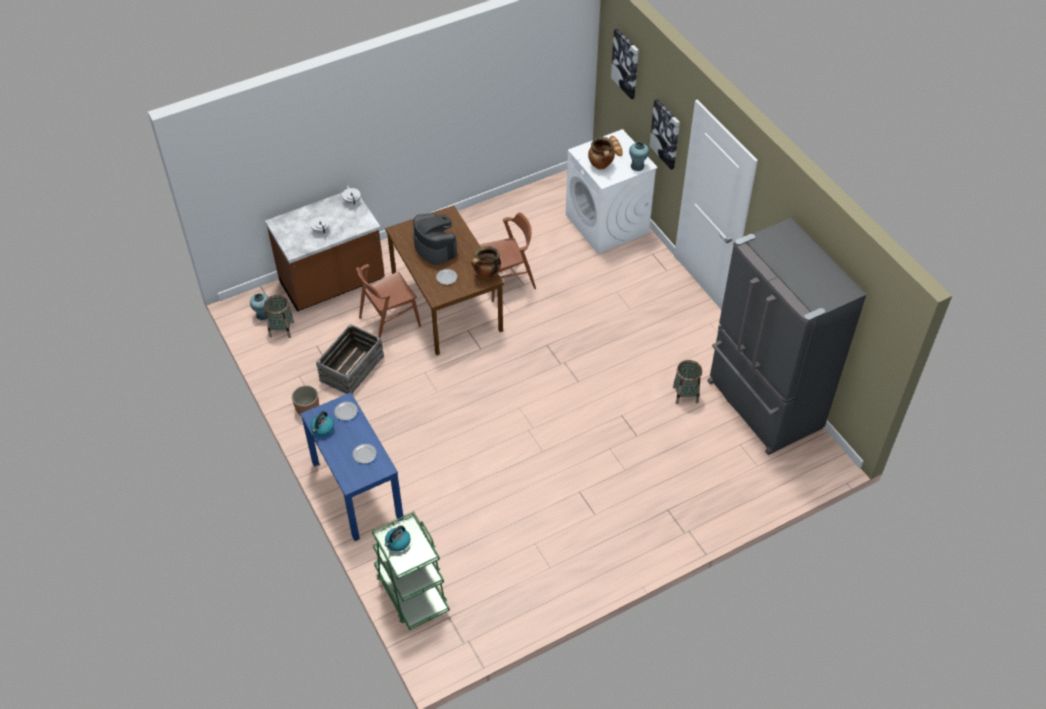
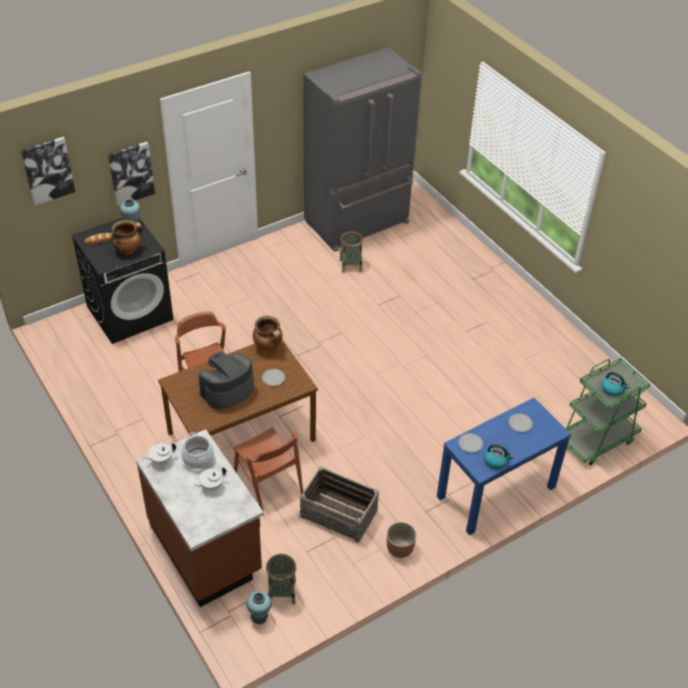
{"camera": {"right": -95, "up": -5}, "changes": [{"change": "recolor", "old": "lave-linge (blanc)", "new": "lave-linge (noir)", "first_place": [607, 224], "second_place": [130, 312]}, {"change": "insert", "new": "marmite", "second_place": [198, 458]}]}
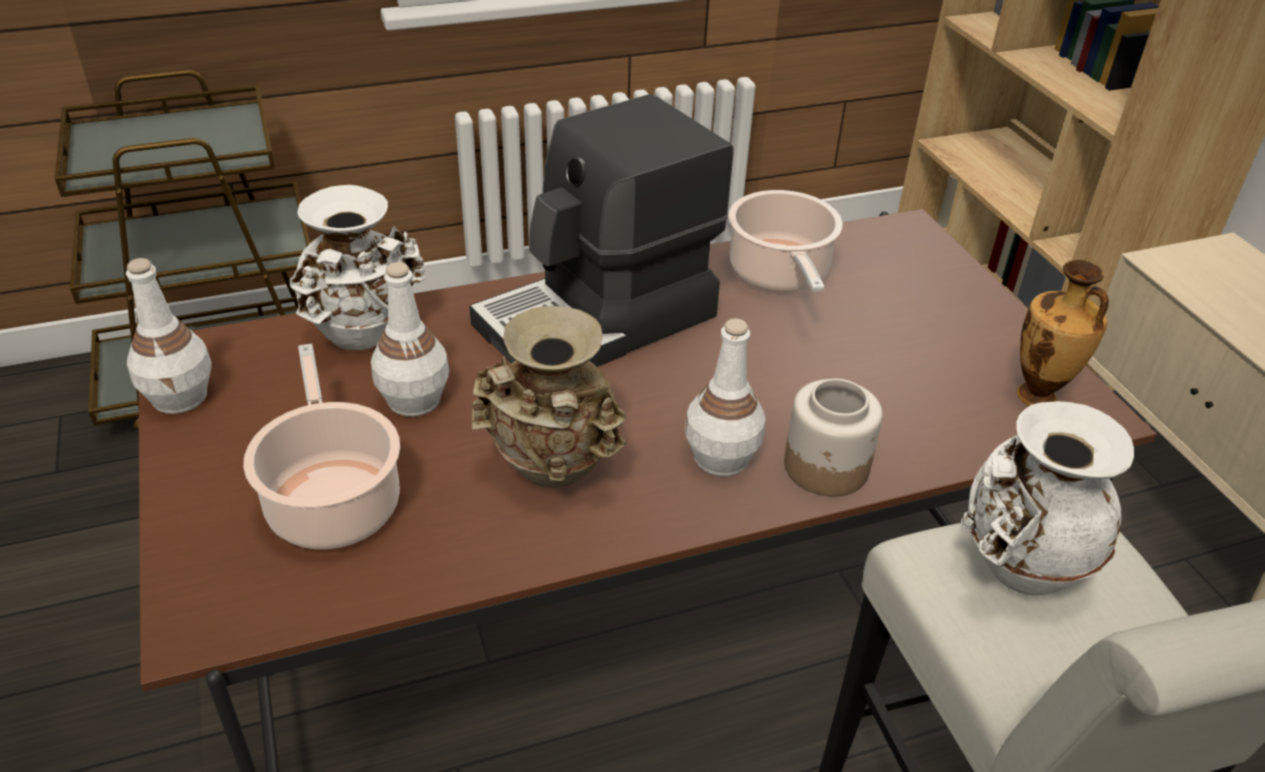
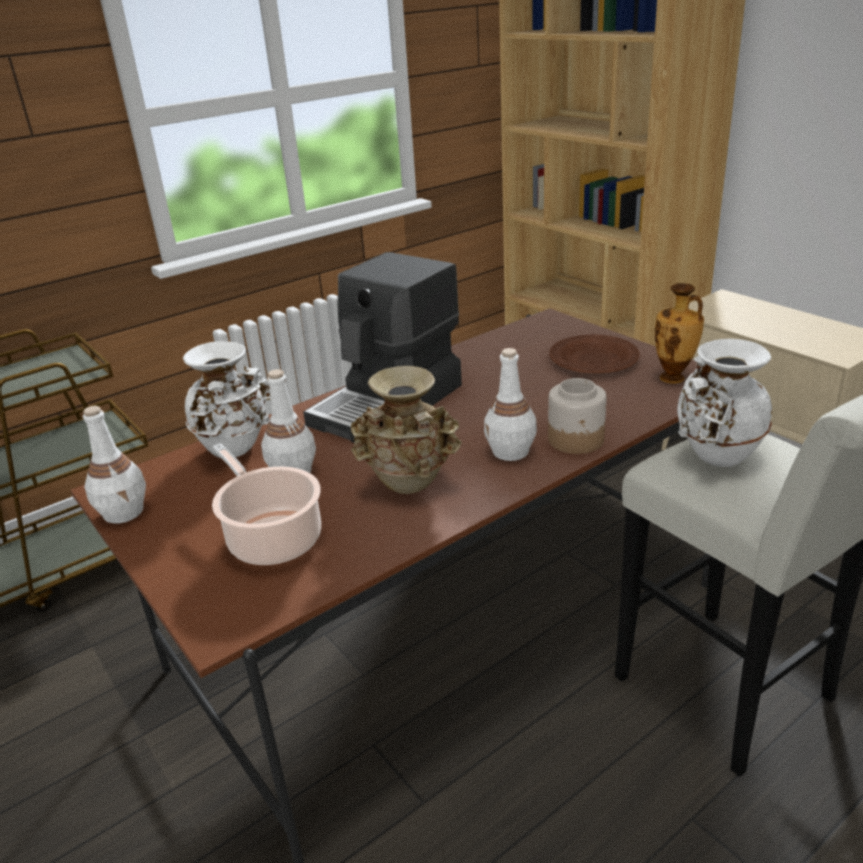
{"camera": {"right": -15, "up": -10}, "changes": [{"change": "delete", "old": "marmite", "first_place": [780, 274]}, {"change": "insert", "new": "assiette (marron)", "second_place": [594, 360]}]}
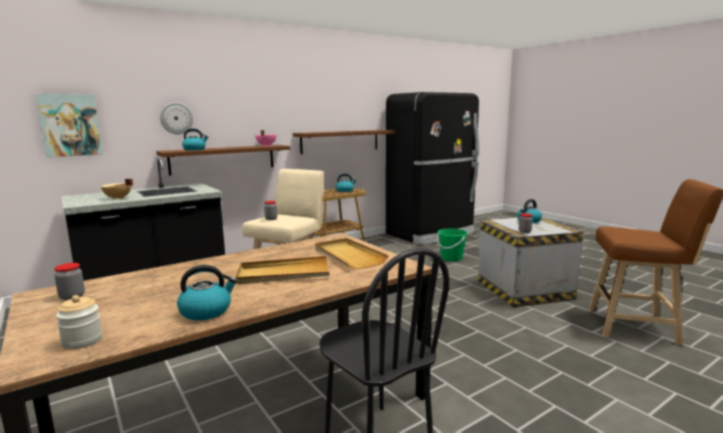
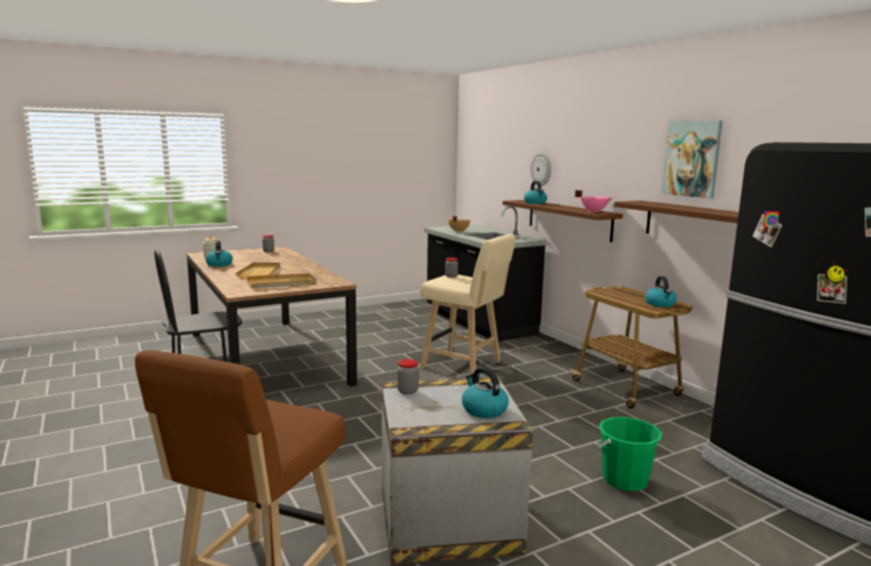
{"camera": {"right": 95, "up": 0}, "changes": [{"change": "move", "old": "tableau", "first_place": [70, 125], "second_place": [692, 159]}]}
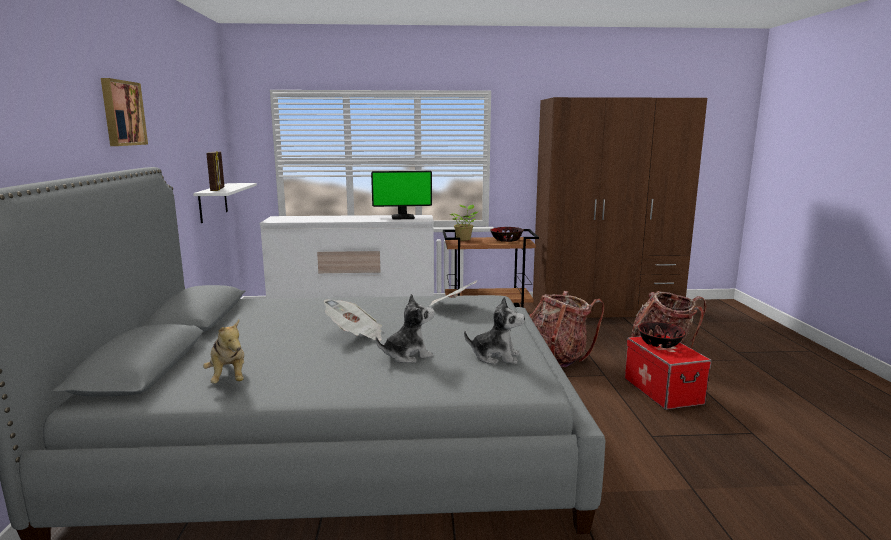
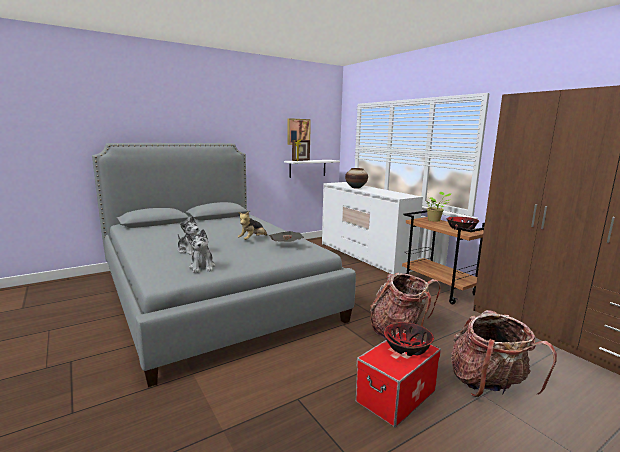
{"camera": {"right": 60, "up": 0}, "changes": [{"change": "move", "old": "tableau", "first_place": [121, 113], "second_place": [298, 131]}, {"change": "delete", "old": "écran d'ordinateur", "first_place": [403, 217]}, {"change": "delete", "old": "journal", "first_place": [355, 335]}, {"change": "move", "old": "peluche", "first_place": [229, 378], "second_place": [252, 240]}, {"change": "insert", "new": "vase", "second_place": [356, 187]}]}
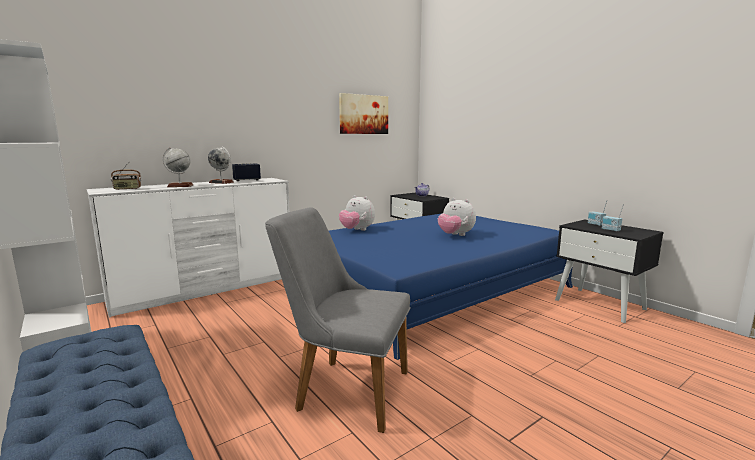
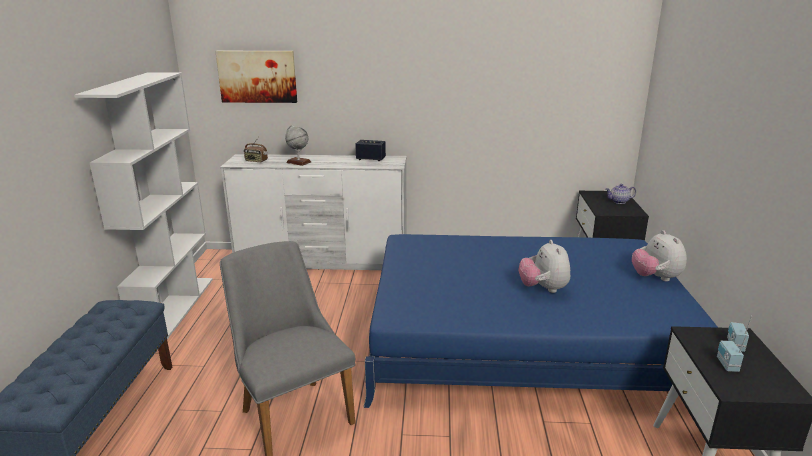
{"camera": {"right": 40, "up": 10}, "changes": [{"change": "move", "old": "tableau", "first_place": [363, 114], "second_place": [257, 76]}, {"change": "delete", "old": "globe", "first_place": [221, 182]}, {"change": "move", "old": "peluche", "first_place": [357, 230], "second_place": [655, 278]}]}
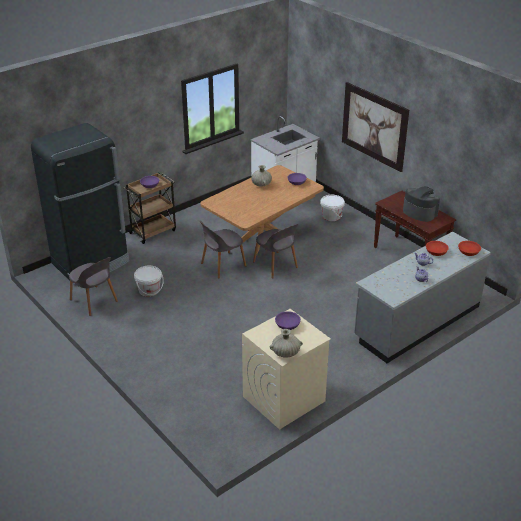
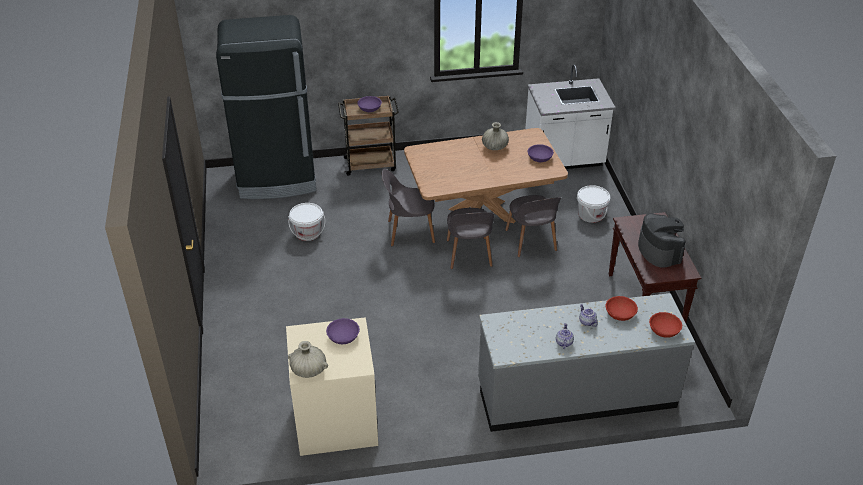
{"camera": {"right": 30, "up": 5}, "changes": [{"change": "delete", "old": "tableau", "first_place": [374, 126]}, {"change": "move", "old": "chaise (gris)", "first_place": [94, 301], "second_place": [531, 241]}]}
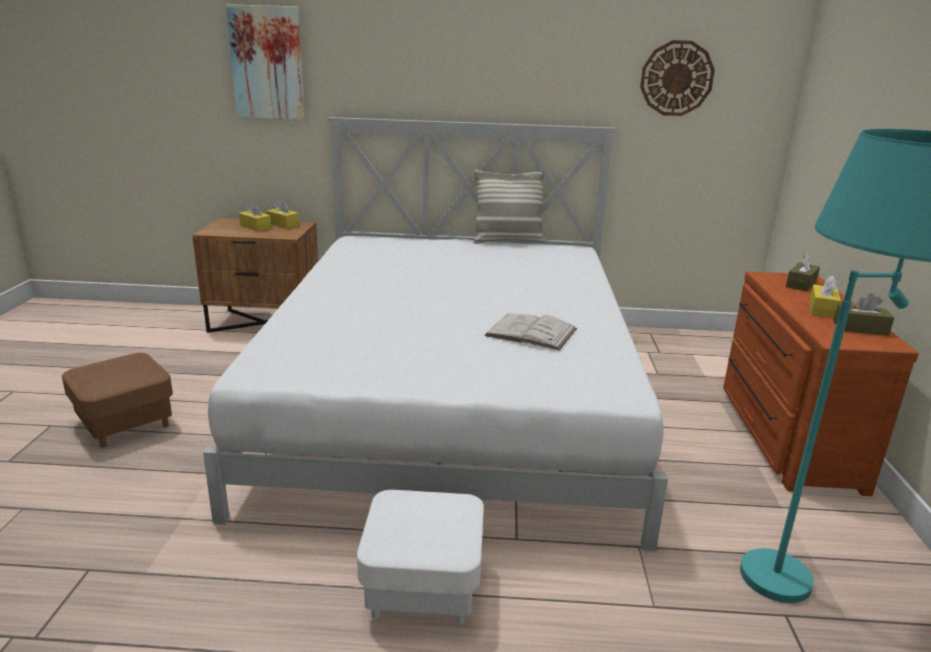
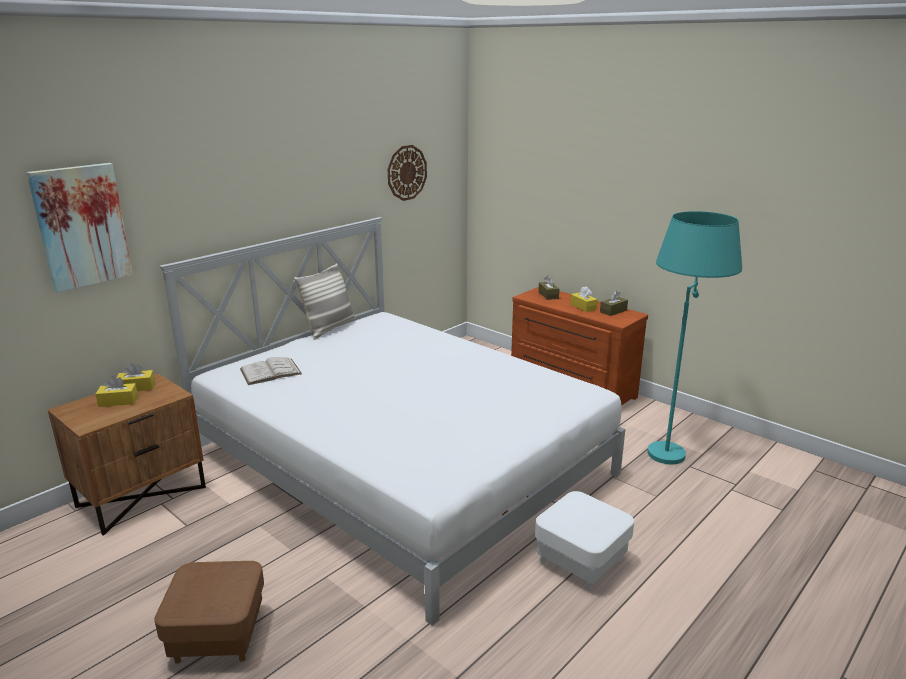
{"camera": {"right": -50, "up": 0}, "changes": [{"change": "move", "old": "livre (blanc)", "first_place": [531, 332], "second_place": [270, 371]}]}
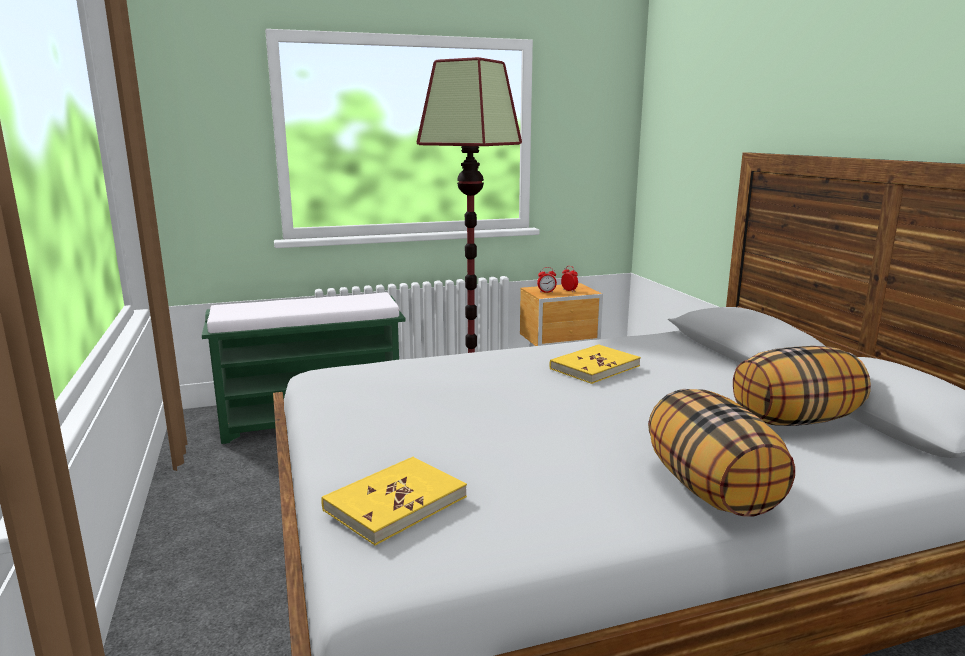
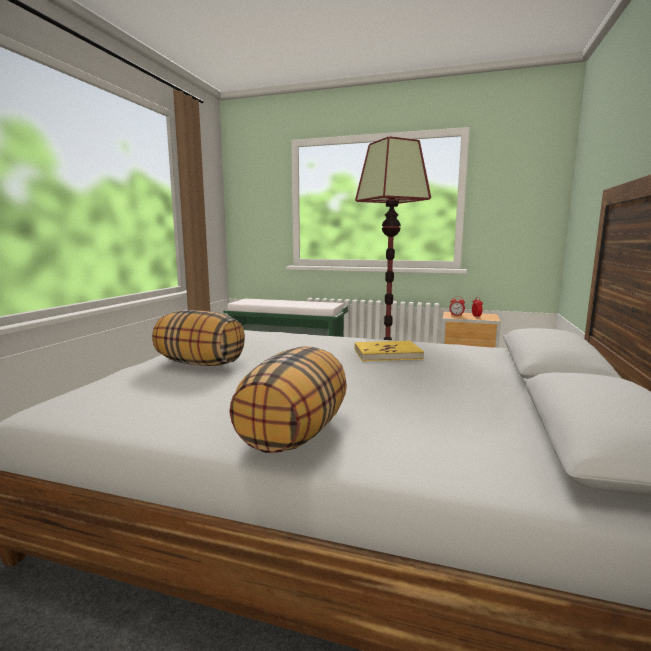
{"camera": {"right": 35, "up": -5}, "changes": [{"change": "move", "old": "coussin", "first_place": [794, 421], "second_place": [200, 364]}, {"change": "delete", "old": "livre (jaune)", "first_place": [395, 503]}]}
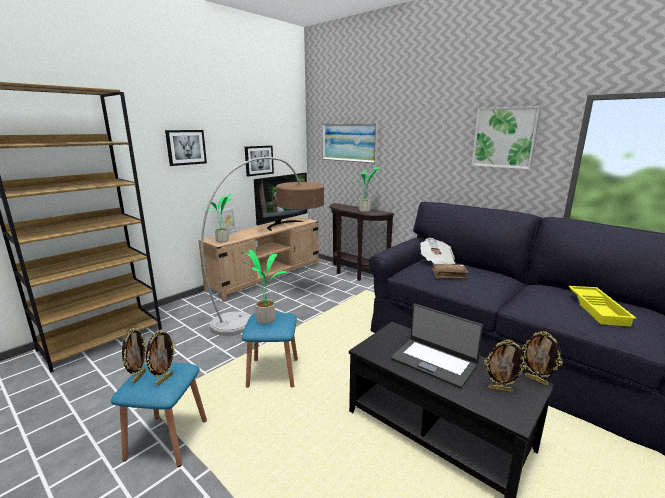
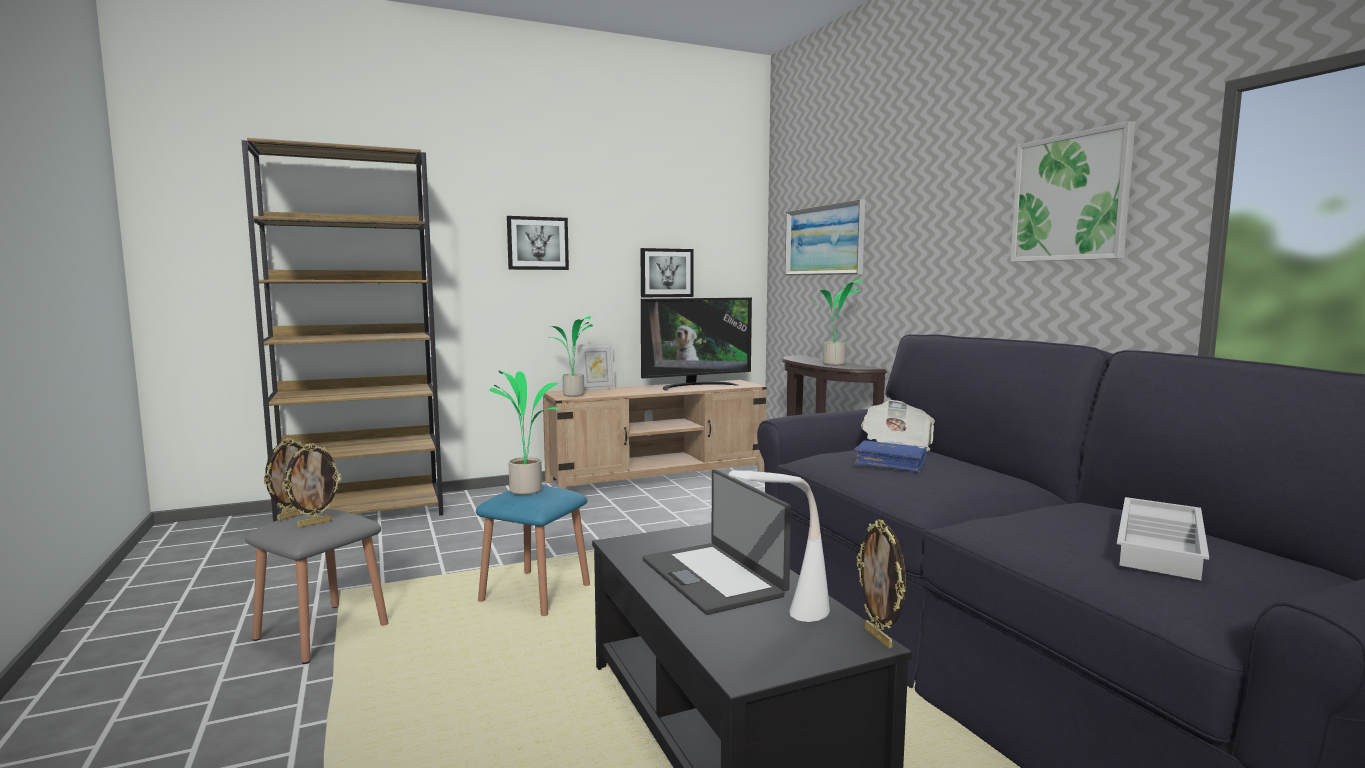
{"camera": {"right": 25, "up": -10}, "changes": [{"change": "delete", "old": "lampadaire", "first_place": [276, 306]}, {"change": "recolor", "old": "livre (marron)", "new": "livre (bleu)", "first_place": [449, 275], "second_place": [890, 464]}, {"change": "recolor", "old": "plateau (jaune)", "new": "plateau (blanc)", "first_place": [598, 309], "second_place": [1162, 547]}, {"change": "replace", "old": "cadre photo", "new": "lampe de table (blanc)", "first_place": [500, 389], "second_place": [781, 632]}, {"change": "recolor", "old": "tabouret (bleu)", "new": "tabouret (gris)", "first_place": [167, 439], "second_place": [321, 632]}]}
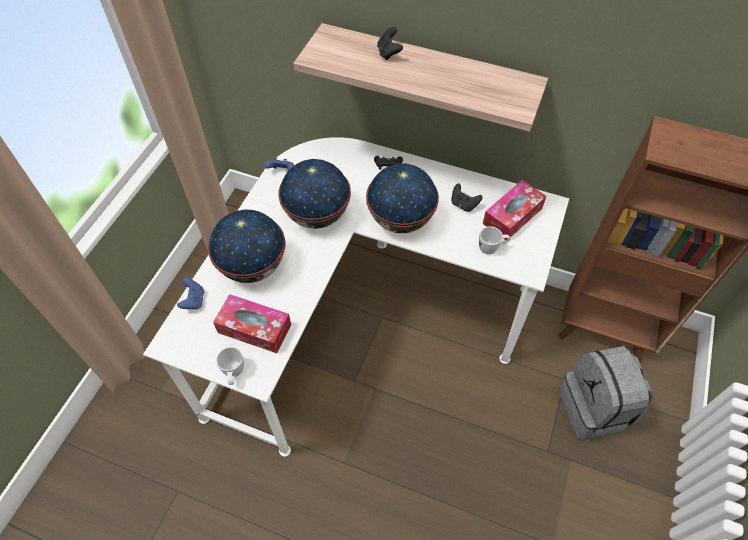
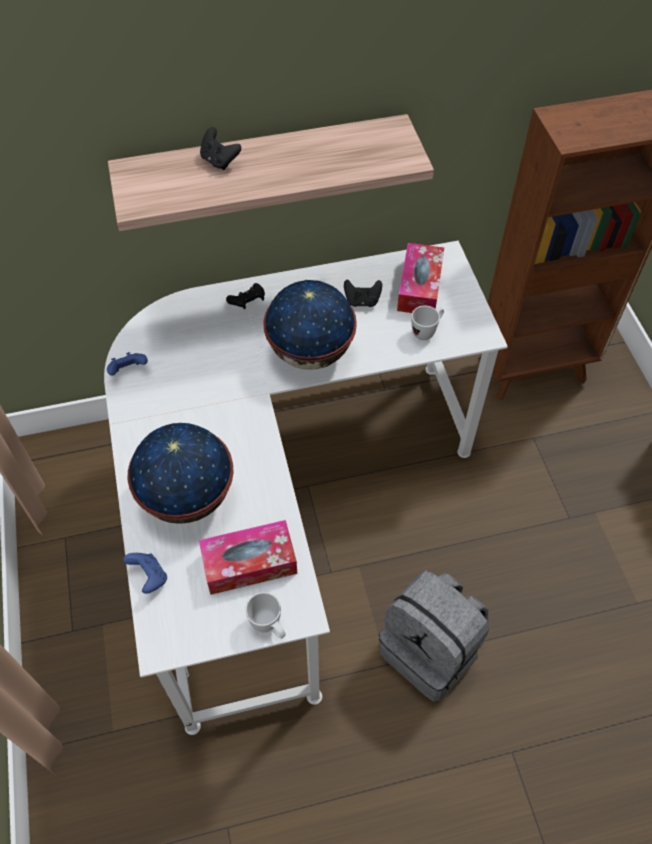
{"camera": {"right": -35, "up": 0}, "changes": [{"change": "delete", "old": "globe", "first_place": [316, 215]}, {"change": "move", "old": "sac à dos (gris)", "first_place": [594, 409], "second_place": [431, 650]}]}
